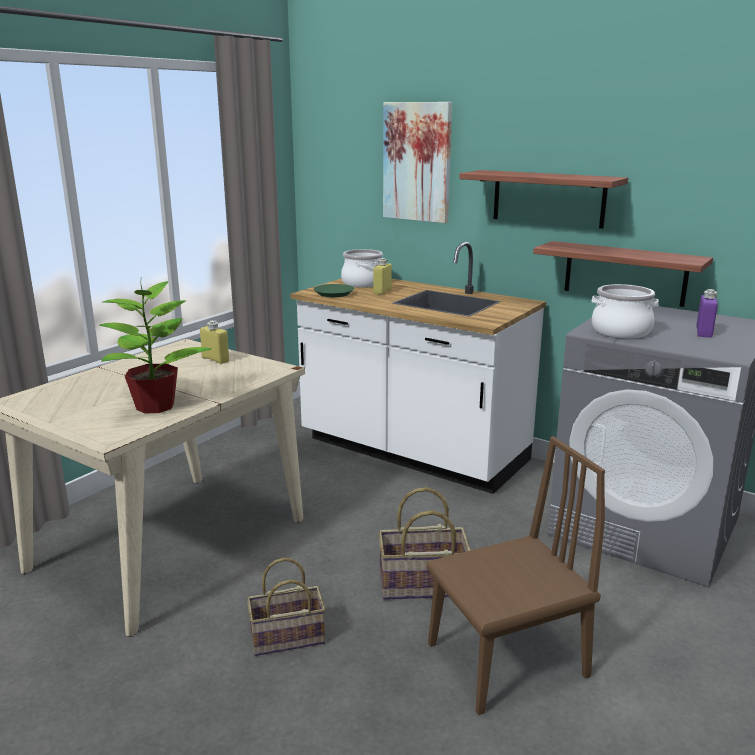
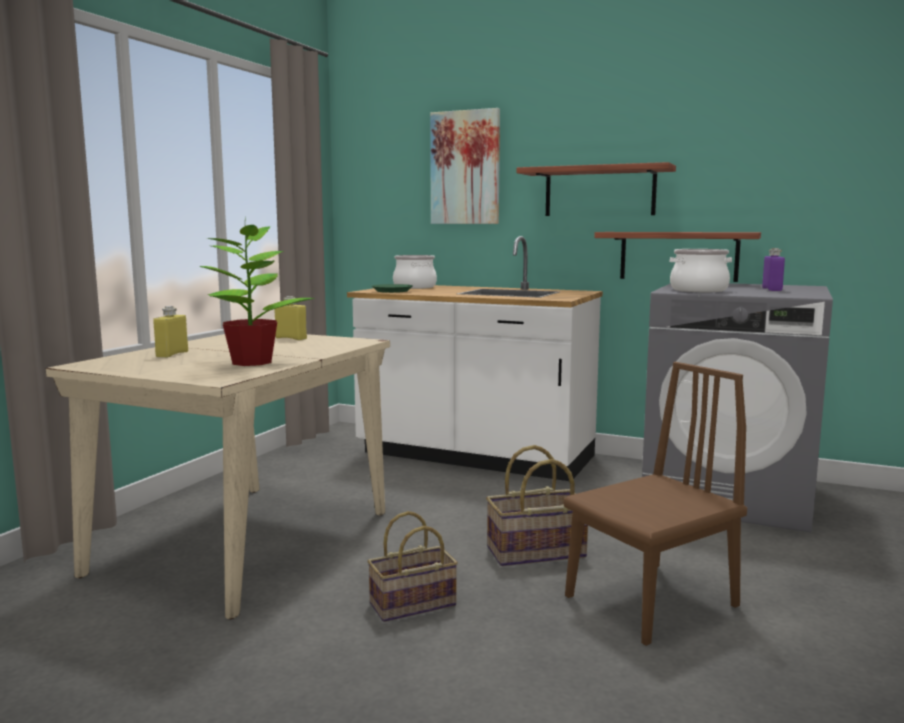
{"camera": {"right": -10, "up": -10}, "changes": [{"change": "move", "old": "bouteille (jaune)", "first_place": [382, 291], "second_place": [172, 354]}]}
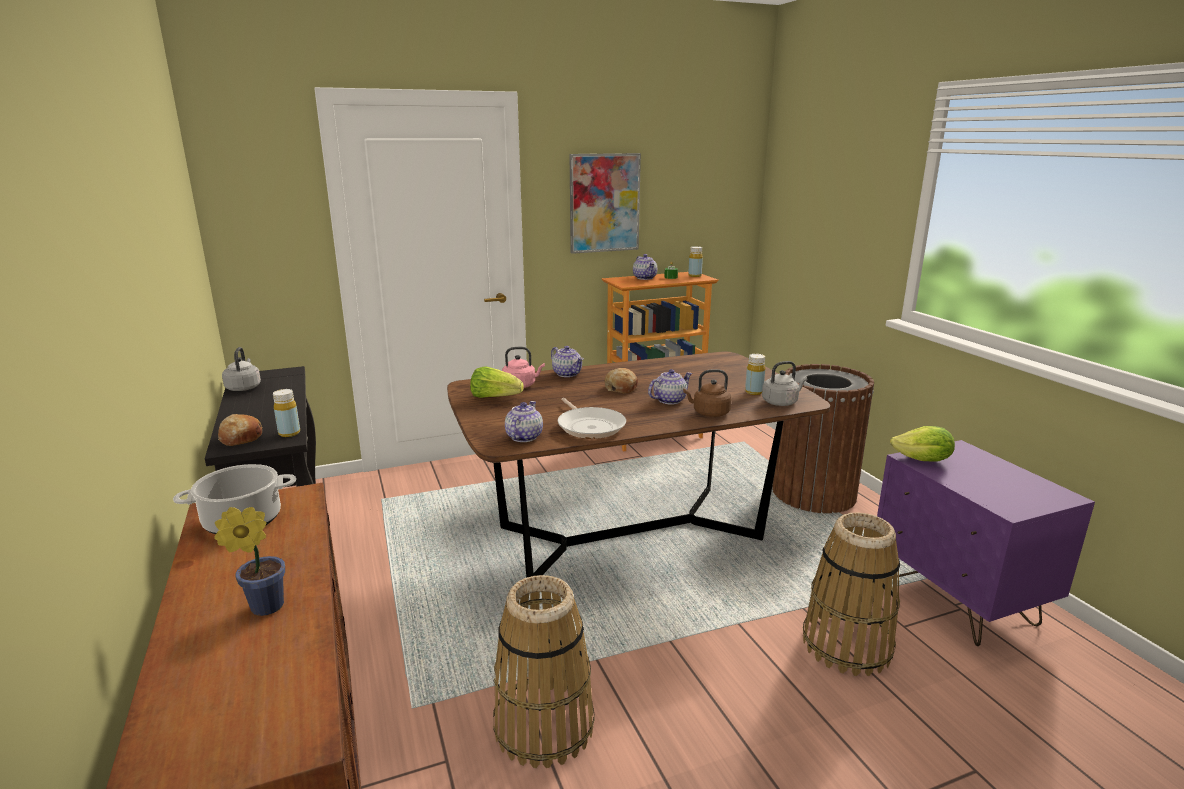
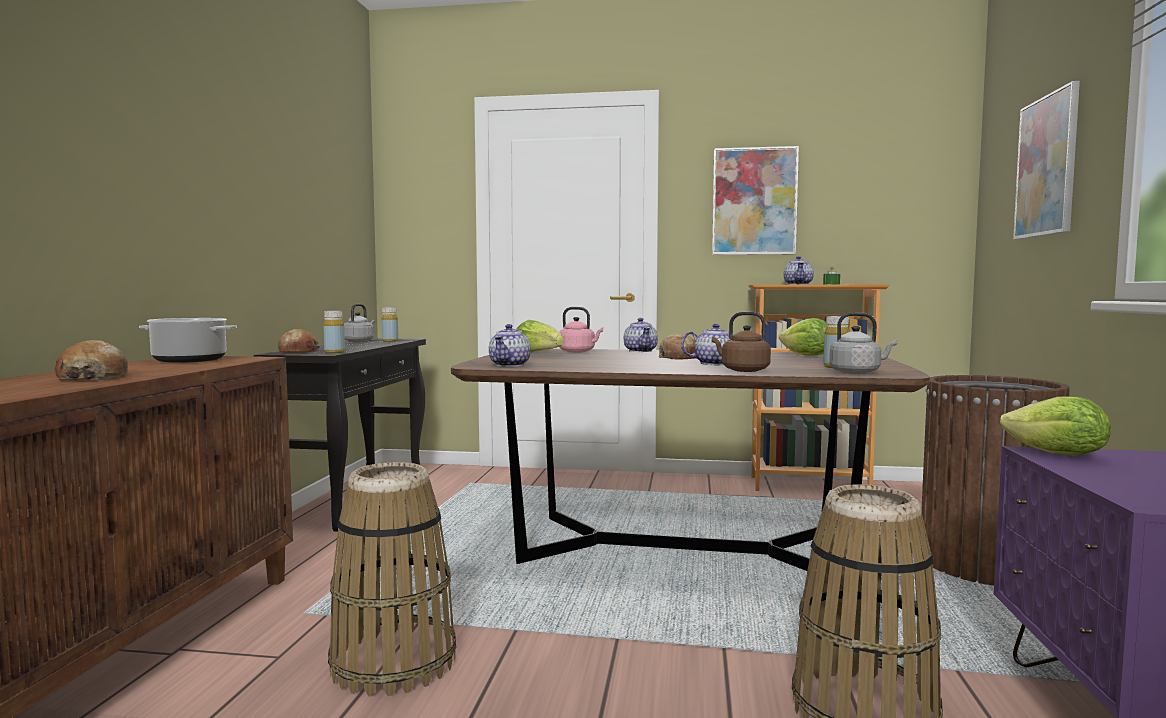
{"camera": {"right": 30, "up": -15}, "changes": [{"change": "move", "old": "bouteille (jaune)", "first_place": [694, 276], "second_place": [390, 341]}, {"change": "delete", "old": "poêle", "first_place": [590, 426]}, {"change": "rotate", "old": "théière", "first_place": [523, 437], "second_place": [510, 365], "degrees": 150}, {"change": "replace", "old": "plante en pot", "new": "pain", "first_place": [262, 607], "second_place": [93, 377]}, {"change": "insert", "new": "tableau", "second_place": [1047, 166]}, {"change": "insert", "new": "laitue", "second_place": [807, 356]}]}
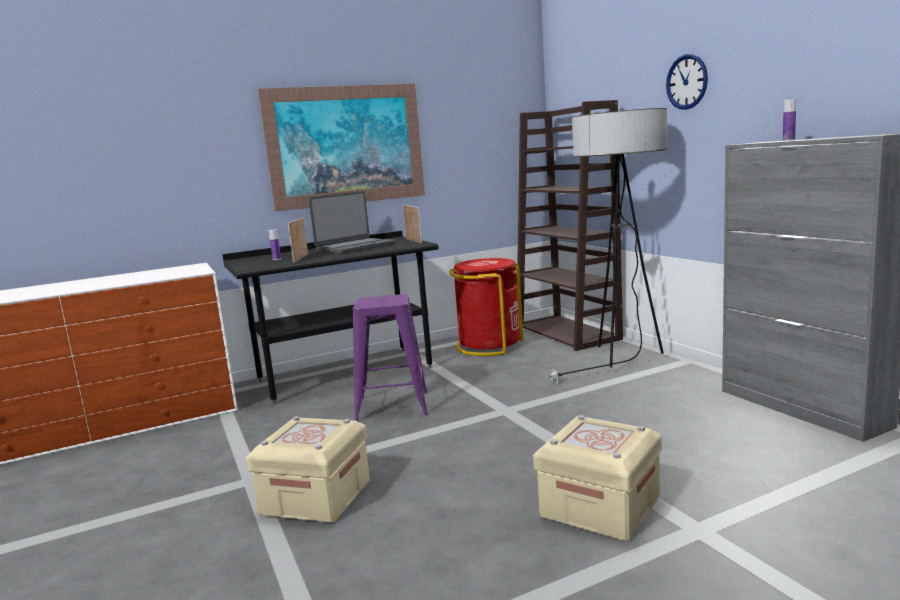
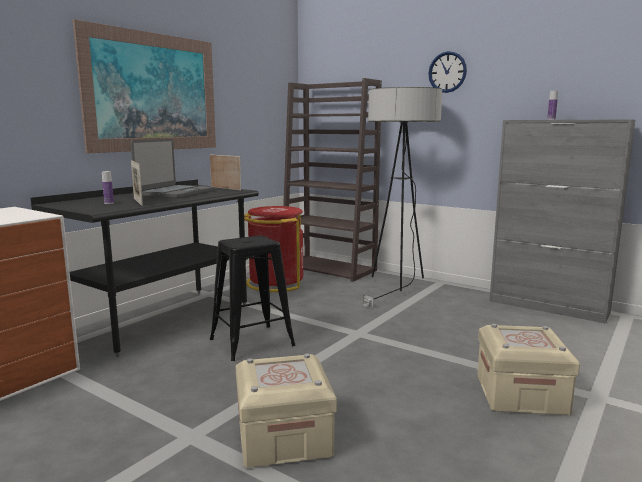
{"camera": {"right": -30, "up": 0}, "changes": [{"change": "recolor", "old": "tabouret (violet)", "new": "tabouret (noir)", "first_place": [392, 406], "second_place": [252, 342]}]}
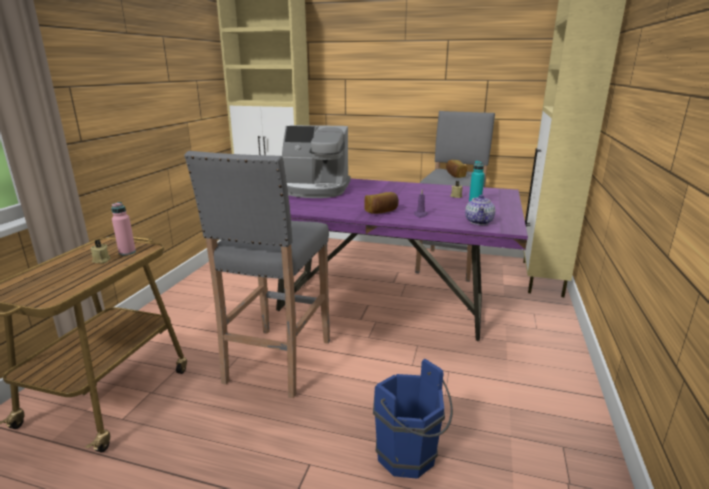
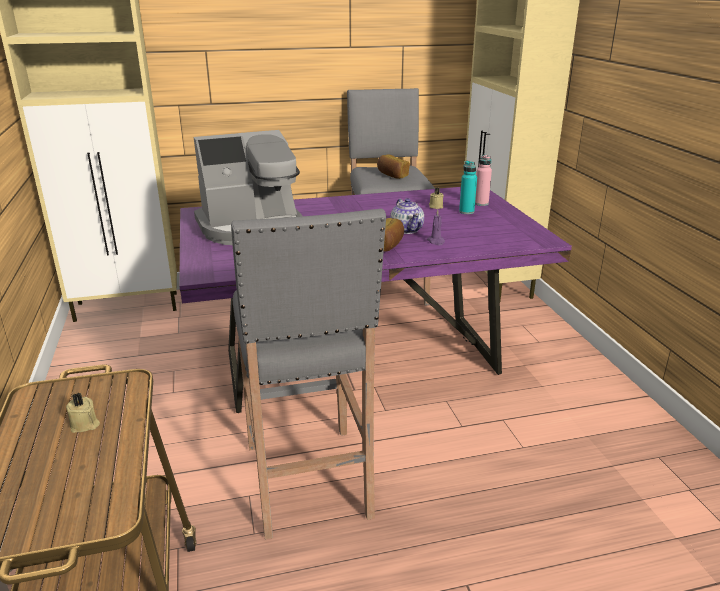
{"camera": {"right": -30, "up": 5}, "changes": [{"change": "move", "old": "théière", "first_place": [479, 221], "second_place": [407, 229]}, {"change": "move", "old": "bouteille (rose)", "first_place": [127, 252], "second_place": [481, 203]}, {"change": "delete", "old": "seau (bleu)", "first_place": [409, 458]}]}
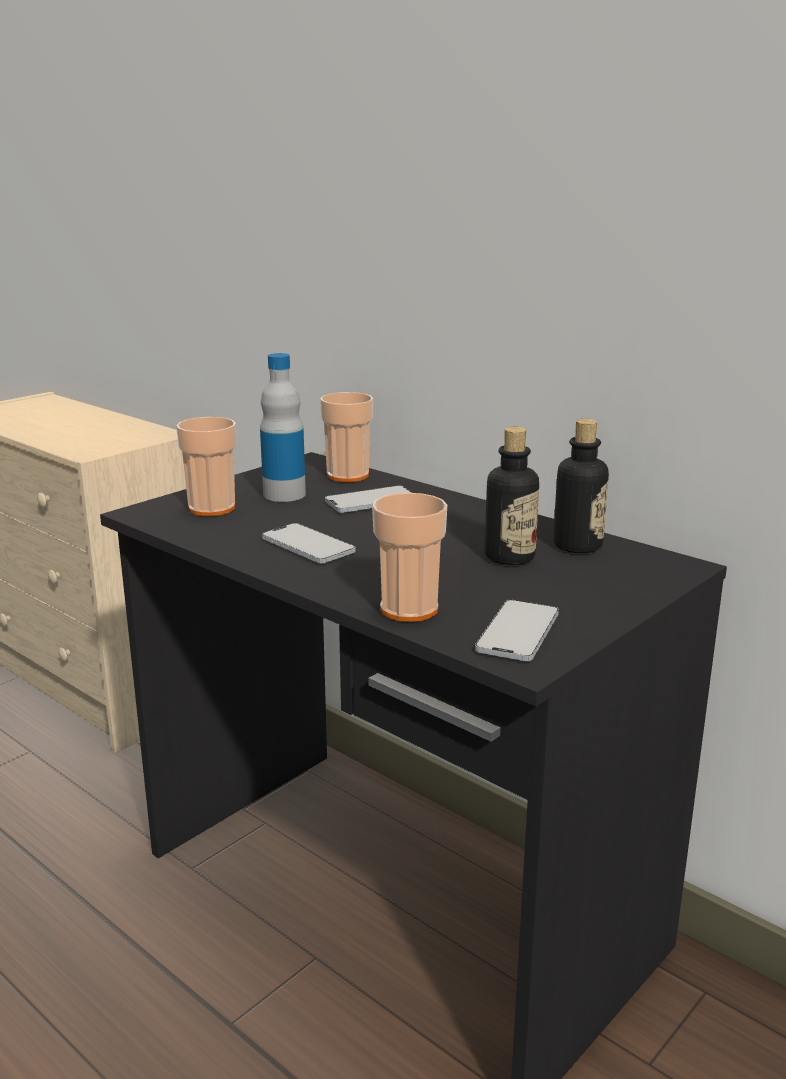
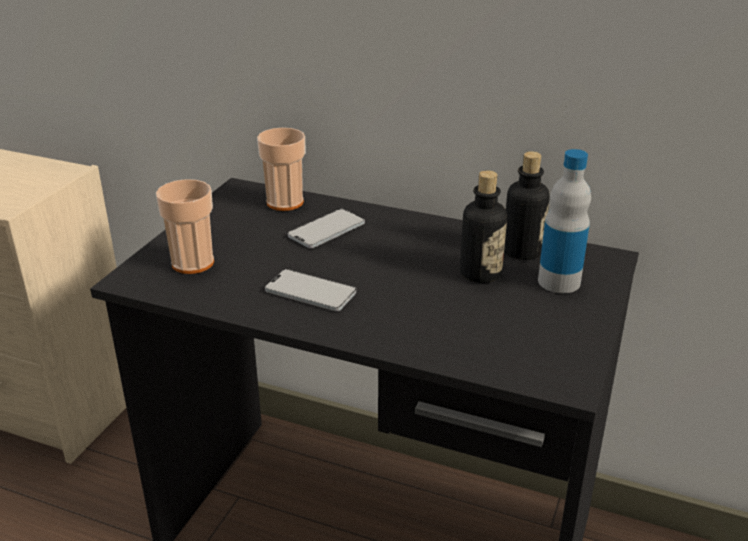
{"camera": {"right": -20, "up": 10}, "changes": [{"change": "move", "old": "bouteille", "first_place": [284, 494], "second_place": [559, 281]}, {"change": "delete", "old": "tasse", "first_place": [409, 609]}, {"change": "delete", "old": "téléphone", "first_place": [518, 632]}]}
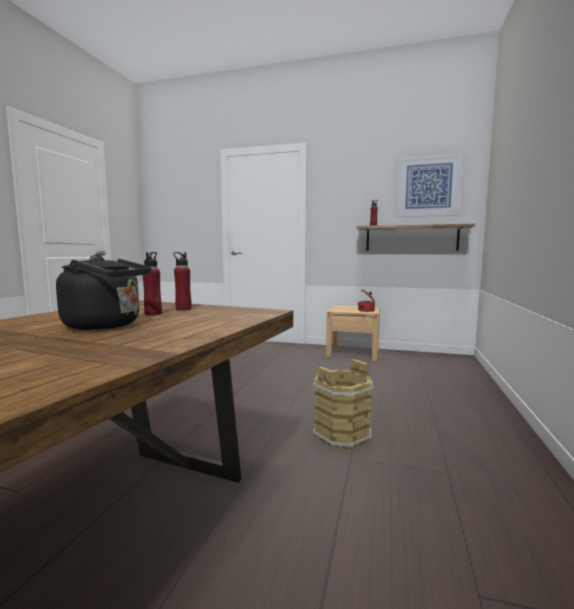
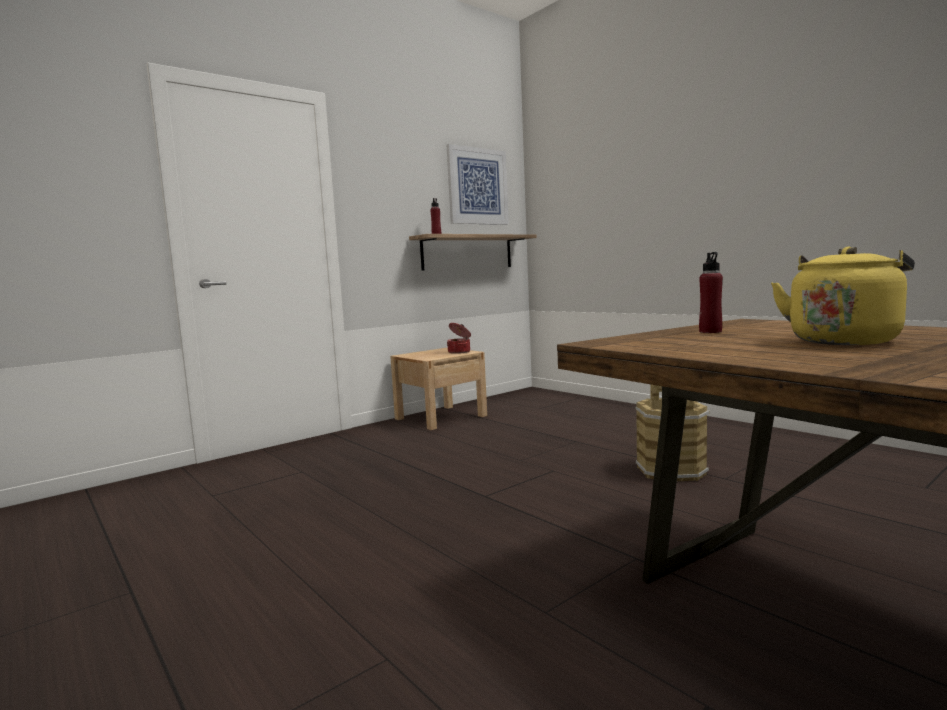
{"camera": {"right": -55, "up": 0}, "changes": [{"change": "delete", "old": "bouteille (rouge)", "first_place": [153, 314]}, {"change": "recolor", "old": "bouilloire (noir)", "new": "bouilloire (jaune)", "first_place": [107, 325], "second_place": [844, 340]}]}
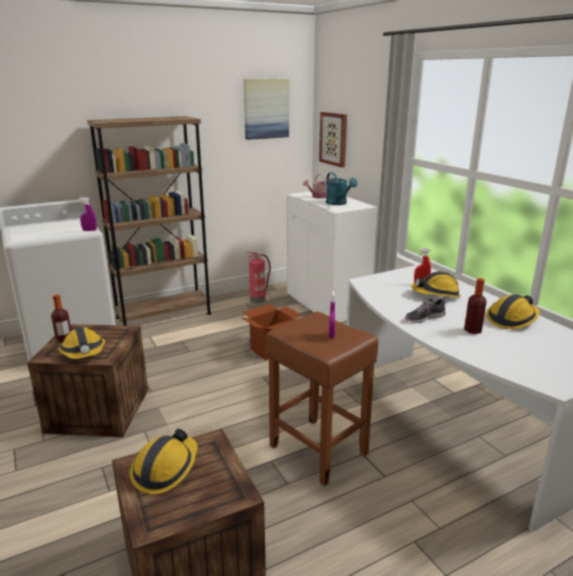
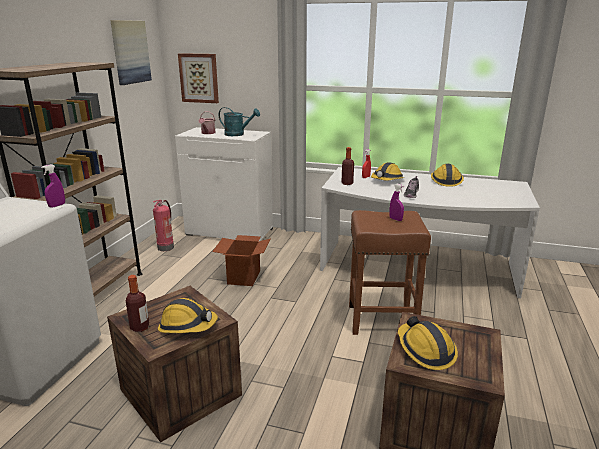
{"camera": {"right": -45, "up": 0}, "changes": [{"change": "move", "old": "bouteille", "first_place": [472, 330], "second_place": [347, 183]}]}
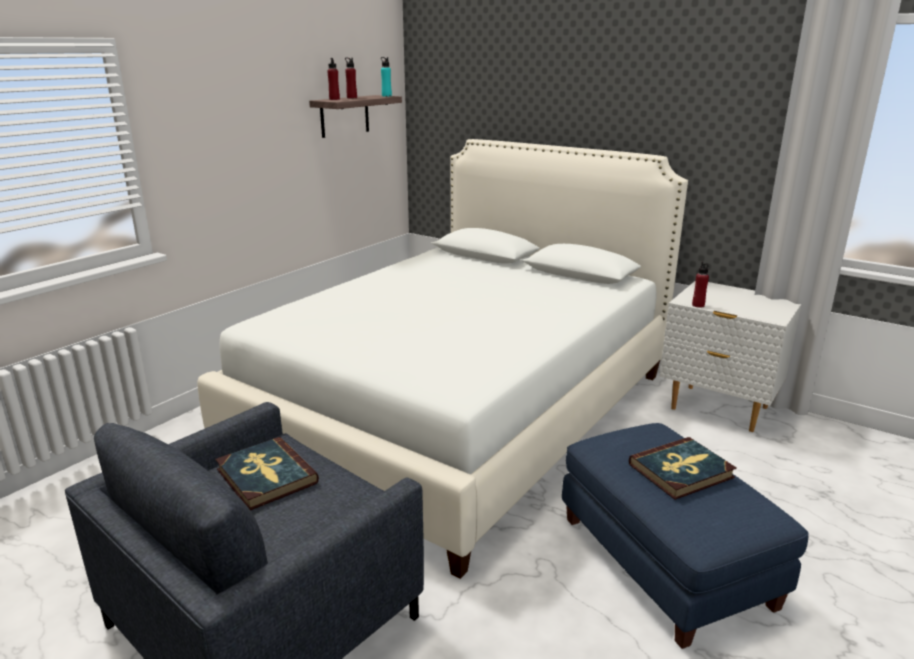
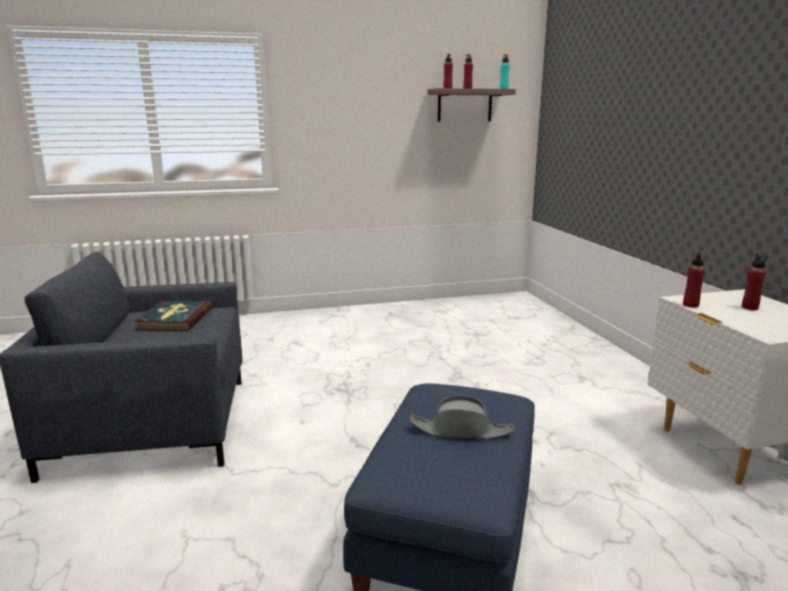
{"camera": {"right": 40, "up": -5}, "changes": [{"change": "delete", "old": "lit (blanc)", "first_place": [460, 411]}, {"change": "replace", "old": "livre", "new": "chapeau (gris)", "first_place": [681, 471], "second_place": [462, 430]}, {"change": "insert", "new": "bouteille (rouge)", "second_place": [750, 308]}]}
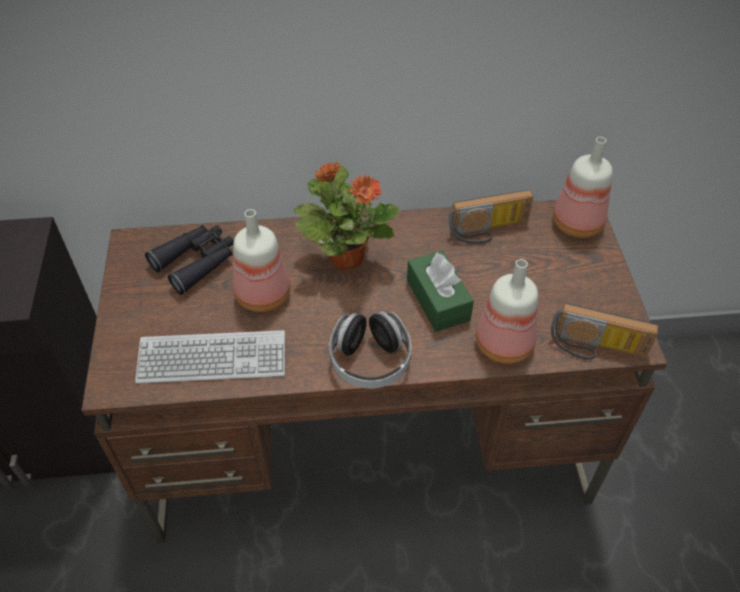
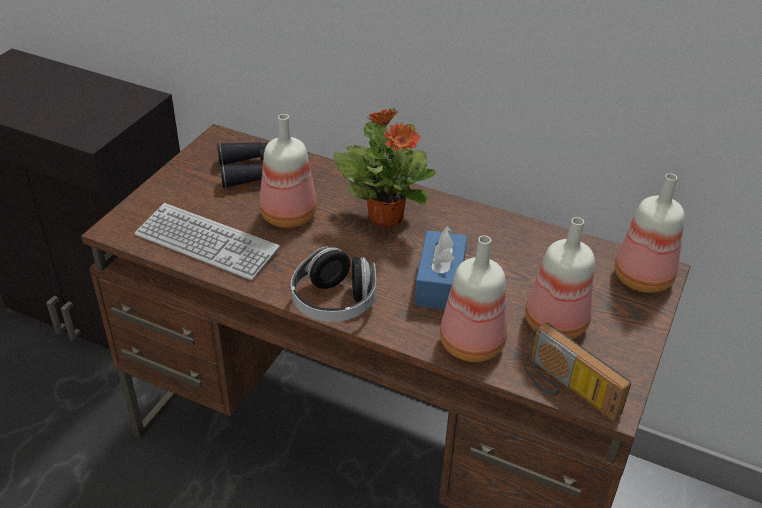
{"camera": {"right": 30, "up": -10}, "changes": [{"change": "delete", "old": "radio", "first_place": [488, 231]}, {"change": "recolor", "old": "boîte à mouchoirs (vert)", "new": "boîte à mouchoirs (bleu)", "first_place": [438, 300], "second_place": [440, 282]}, {"change": "insert", "new": "bouteille", "second_place": [553, 324]}]}
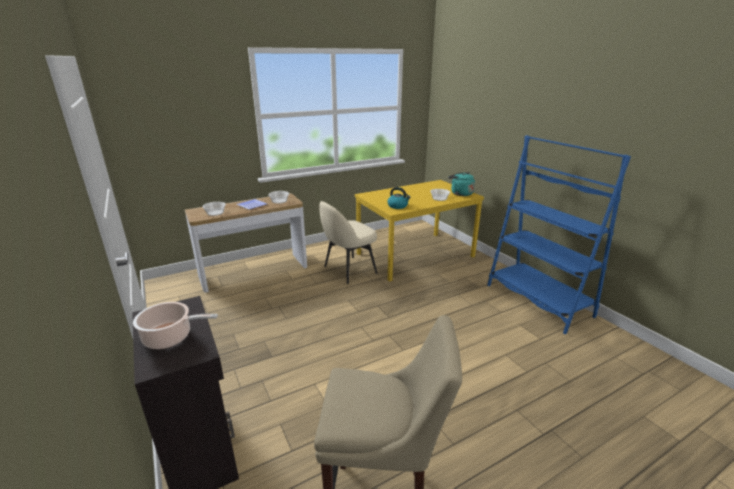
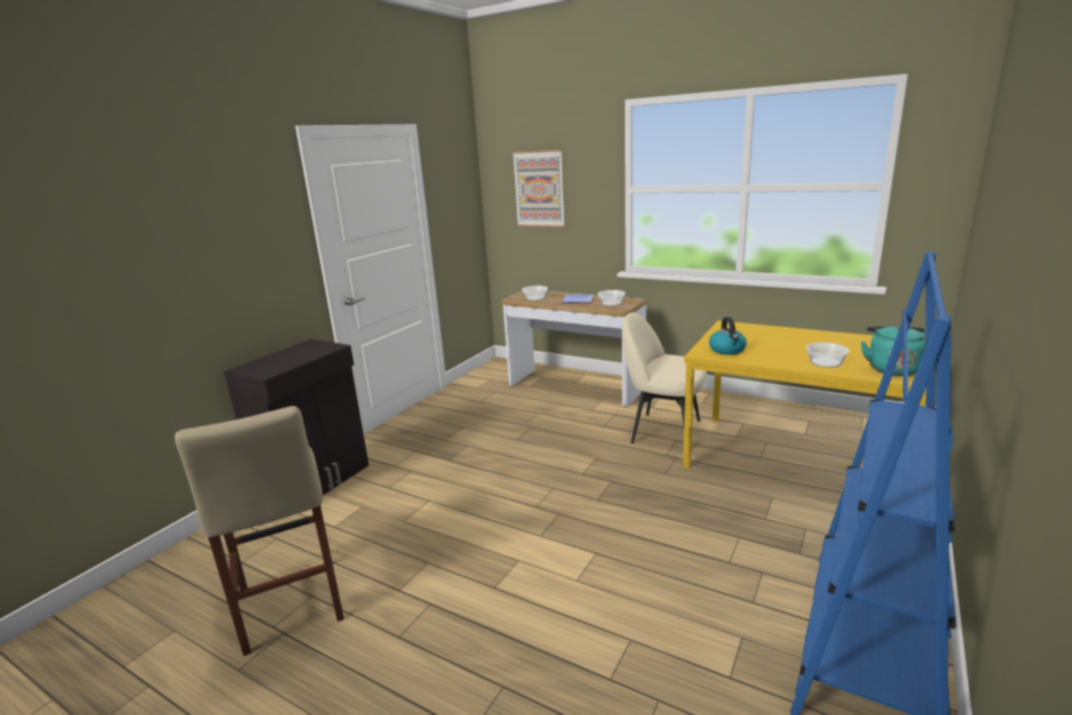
{"camera": {"right": 60, "up": -5}, "changes": [{"change": "delete", "old": "marmite", "first_place": [171, 337]}, {"change": "insert", "new": "tableau", "second_place": [539, 189]}]}
